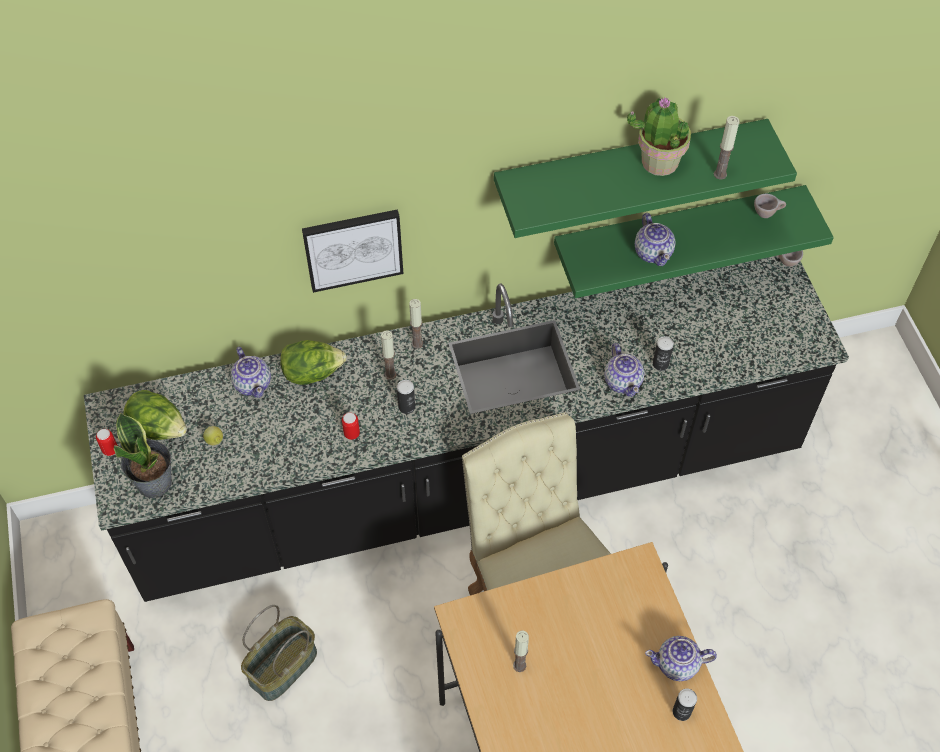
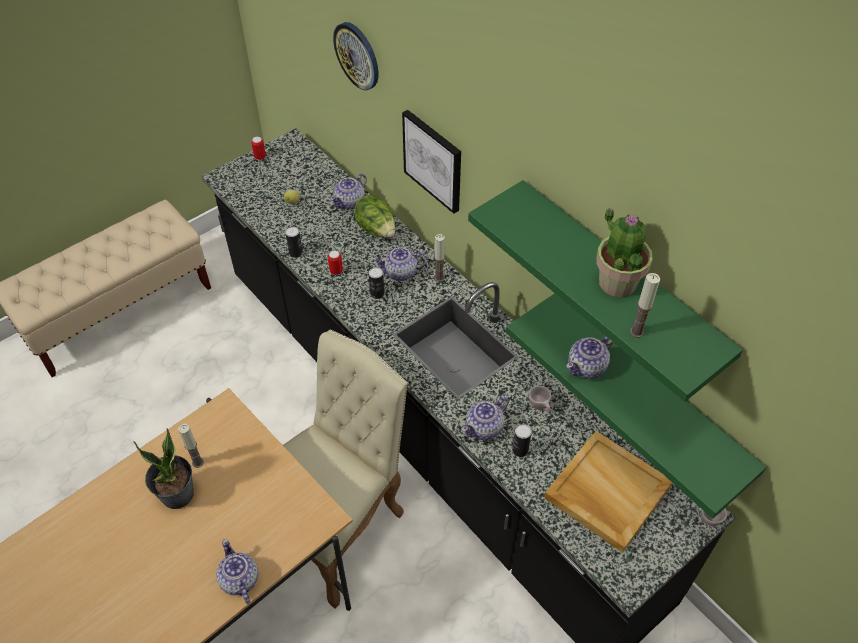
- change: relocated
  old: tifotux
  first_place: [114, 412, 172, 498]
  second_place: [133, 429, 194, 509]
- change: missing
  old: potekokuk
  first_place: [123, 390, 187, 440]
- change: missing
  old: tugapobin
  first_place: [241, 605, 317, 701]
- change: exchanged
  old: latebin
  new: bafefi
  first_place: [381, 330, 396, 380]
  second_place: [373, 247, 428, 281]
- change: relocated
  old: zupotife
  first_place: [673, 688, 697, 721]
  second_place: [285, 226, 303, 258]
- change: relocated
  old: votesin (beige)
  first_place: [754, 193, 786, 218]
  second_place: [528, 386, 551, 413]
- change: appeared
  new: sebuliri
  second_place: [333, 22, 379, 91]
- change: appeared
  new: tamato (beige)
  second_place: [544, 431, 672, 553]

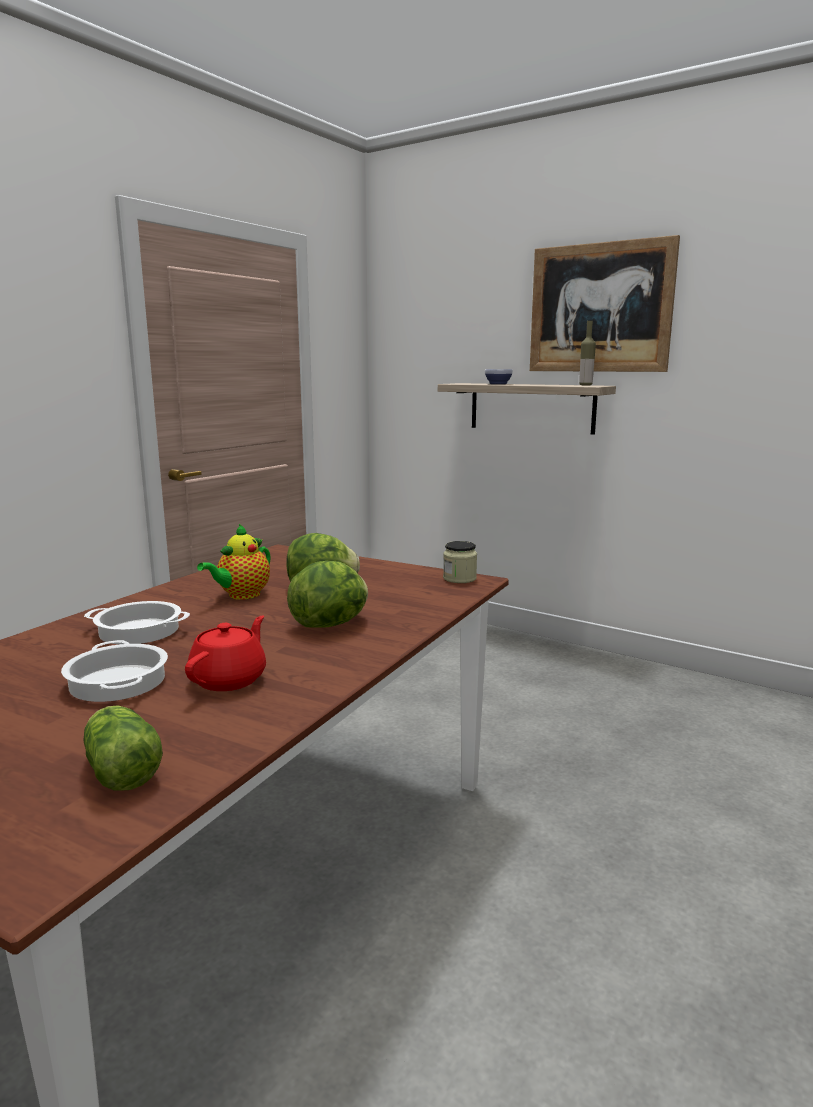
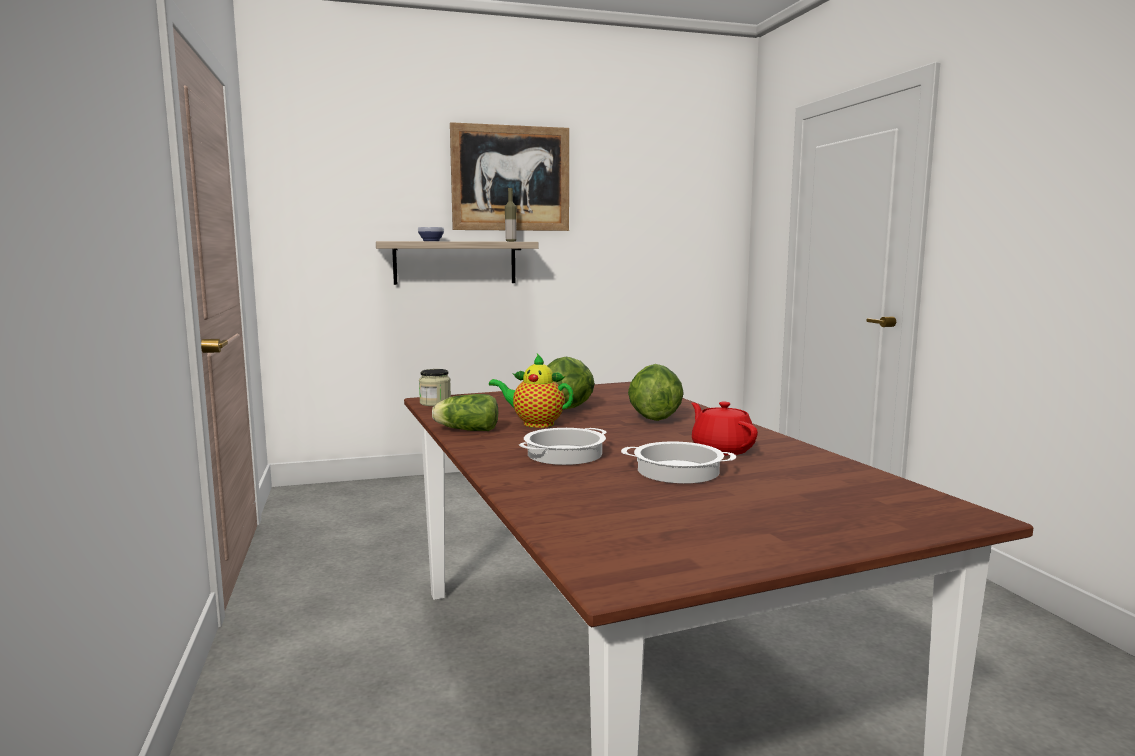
- change: relocated
  old: potekokuk
  first_place: [83, 705, 163, 790]
  second_place: [432, 394, 498, 431]
- change: spun
  old: bafefi
  first_place: [197, 524, 270, 600]
  second_place: [489, 354, 574, 428]
  degrees: 120
- change: relocated
  old: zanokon
  first_place: [443, 541, 477, 583]
  second_place: [419, 369, 451, 406]

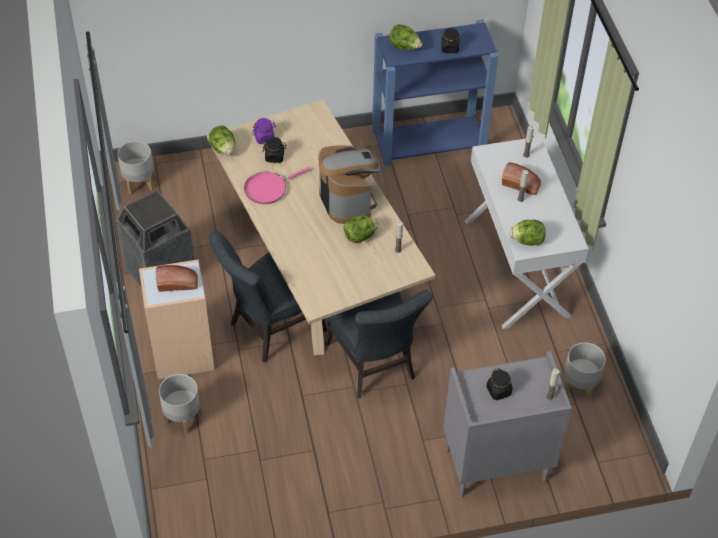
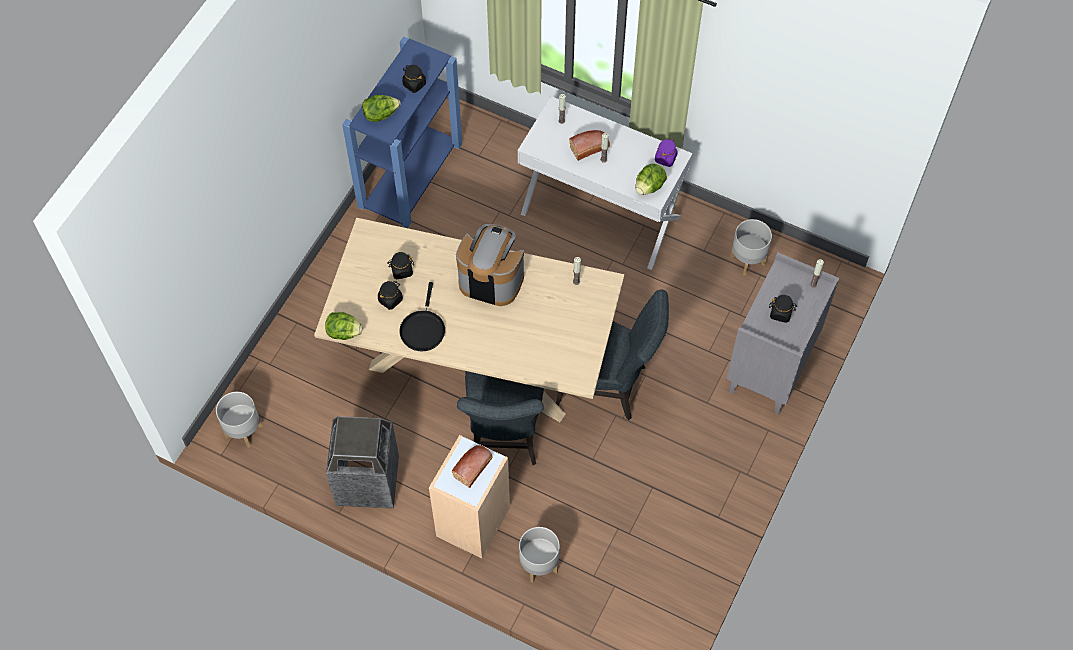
- change: colour
  old: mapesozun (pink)
  new: mapesozun (black)
  first_place: [244, 167, 311, 204]
  second_place: [399, 282, 445, 351]
- change: relocated
  old: zanokon (purple)
  first_place: [252, 118, 276, 144]
  second_place: [655, 139, 678, 167]
- change: missing
  old: potekokuk
  first_place: [344, 215, 378, 243]
- change: appeared
  new: zanokon (black)
  second_place: [388, 252, 414, 279]

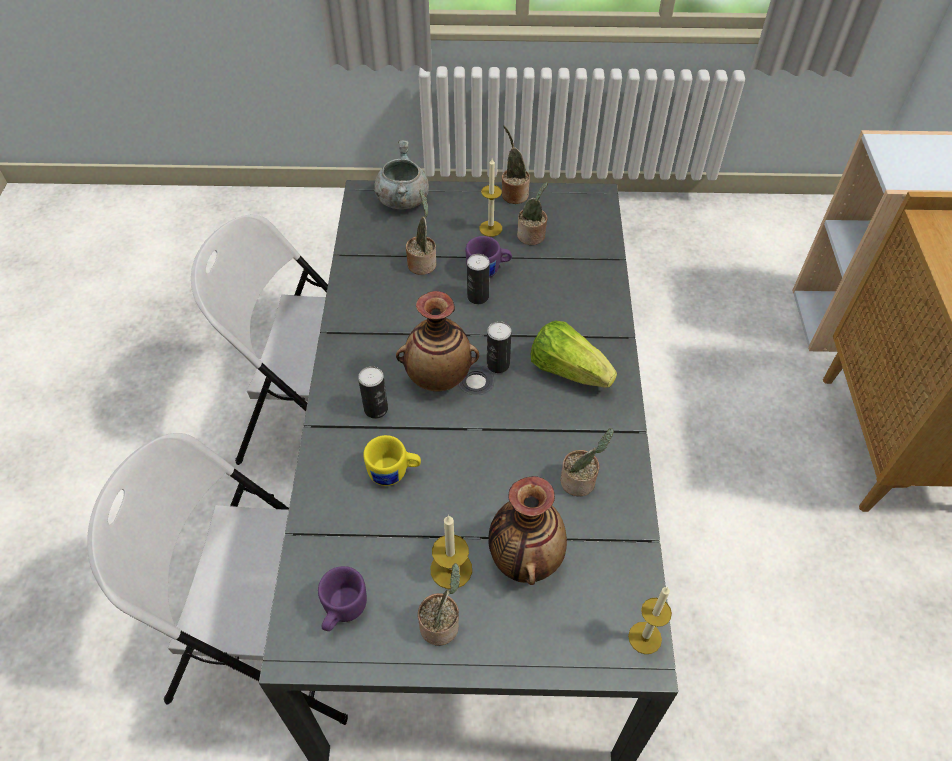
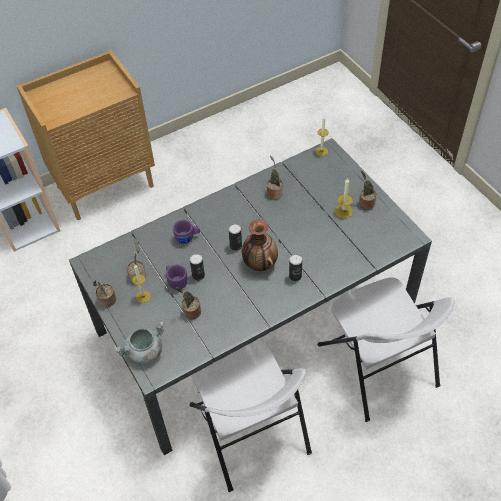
- change: relocated
  old: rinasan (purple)
  first_place: [318, 566, 367, 631]
  second_place: [173, 220, 200, 244]
- change: missing
  old: rinasan (yellow)
  first_place: [363, 435, 421, 486]
- change: missing
  old: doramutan
  first_place: [488, 476, 567, 585]
- change: missing
  old: potekokuk
  first_place: [531, 321, 617, 388]

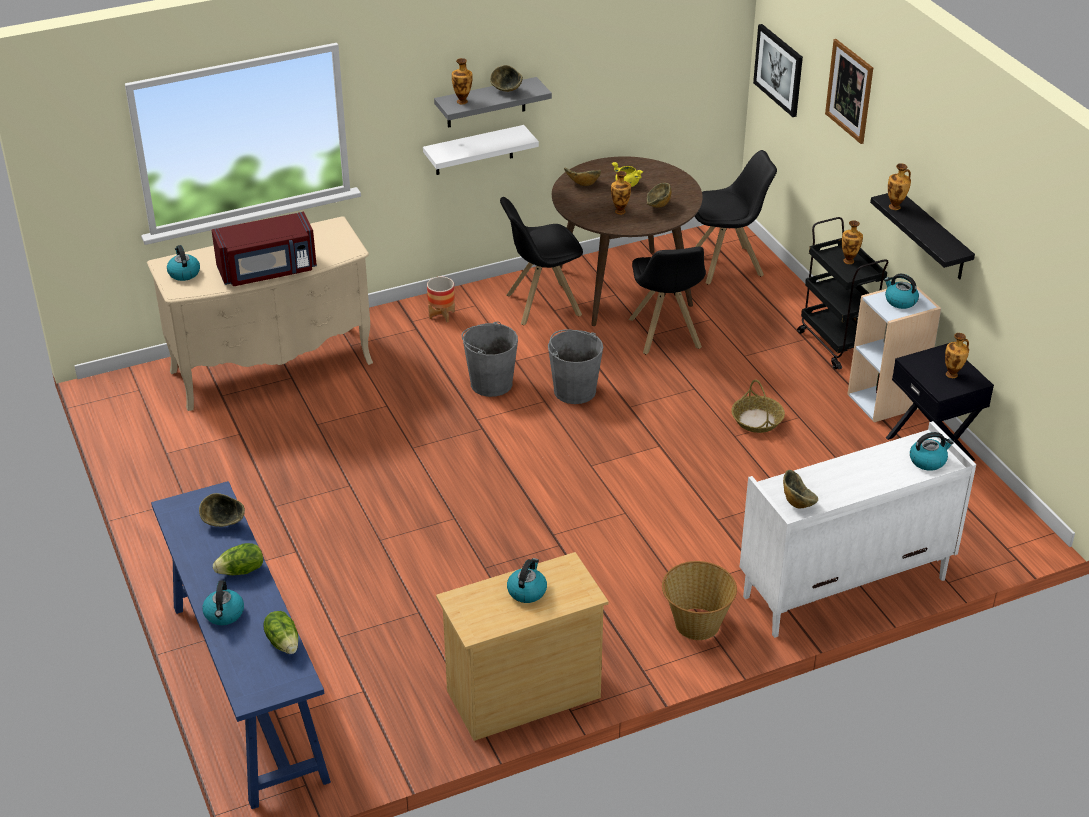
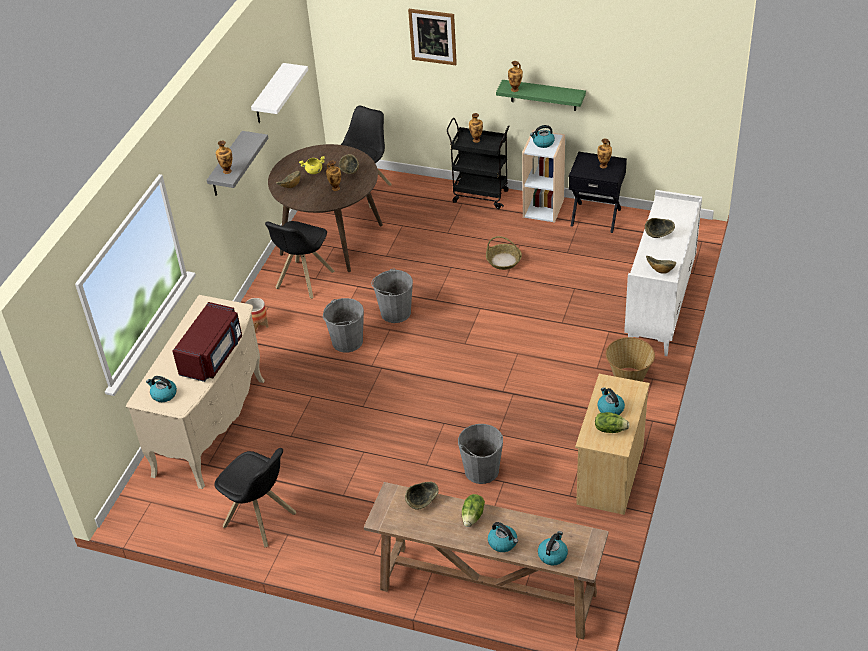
- change: colour
  old: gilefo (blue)
  new: gilefo (brown)
  first_place: [151, 481, 331, 809]
  second_place: [364, 482, 608, 640]
- change: relocated
  old: potekokuk
  first_place: [263, 611, 298, 654]
  second_place: [595, 412, 630, 433]
- change: relocated
  old: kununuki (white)
  first_place: [423, 125, 539, 175]
  second_place: [251, 63, 308, 123]
- change: relocated
  old: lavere
  first_place: [490, 65, 523, 92]
  second_place: [645, 218, 675, 238]
- change: relocated
  old: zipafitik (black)
  first_place: [629, 247, 706, 355]
  second_place: [214, 448, 296, 547]
- change: missing
  old: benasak
  first_place: [753, 24, 803, 117]
- change: colour
  old: kununuki (black)
  new: kununuki (green)
  first_place: [870, 193, 975, 280]
  second_place: [496, 80, 586, 111]
- change: relocated
  old: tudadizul
  first_place: [910, 432, 954, 471]
  second_place: [538, 531, 568, 566]
- change: appeared
  new: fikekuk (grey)
  second_place: [458, 424, 503, 484]

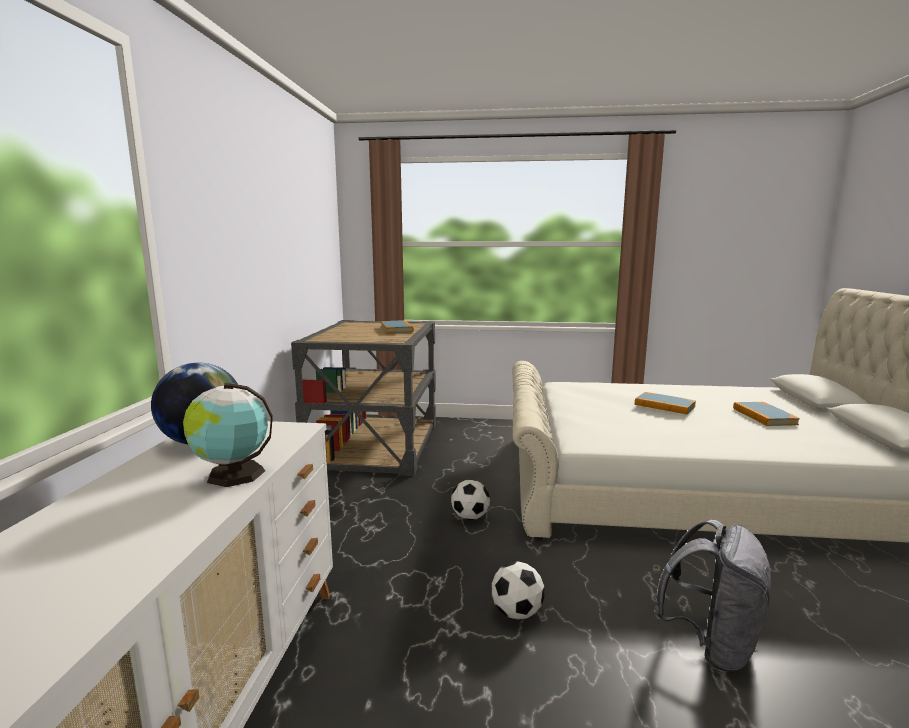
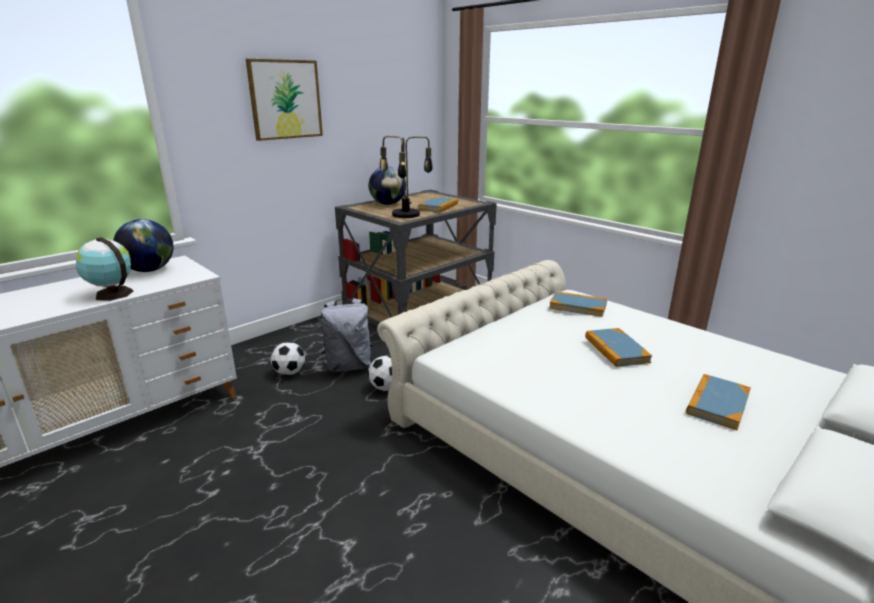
- change: relocated
  old: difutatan
  first_place: [491, 561, 545, 620]
  second_place: [271, 342, 305, 376]
- change: relocated
  old: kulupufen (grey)
  first_place: [654, 520, 773, 672]
  second_place: [321, 298, 373, 372]
- change: appeared
  new: benasak
  second_place: [246, 59, 323, 141]
- change: appeared
  new: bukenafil
  second_place: [369, 166, 406, 205]
- change: appeared
  new: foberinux
  second_place: [380, 136, 432, 218]
- change: appeared
  new: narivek
  second_place: [549, 291, 607, 317]

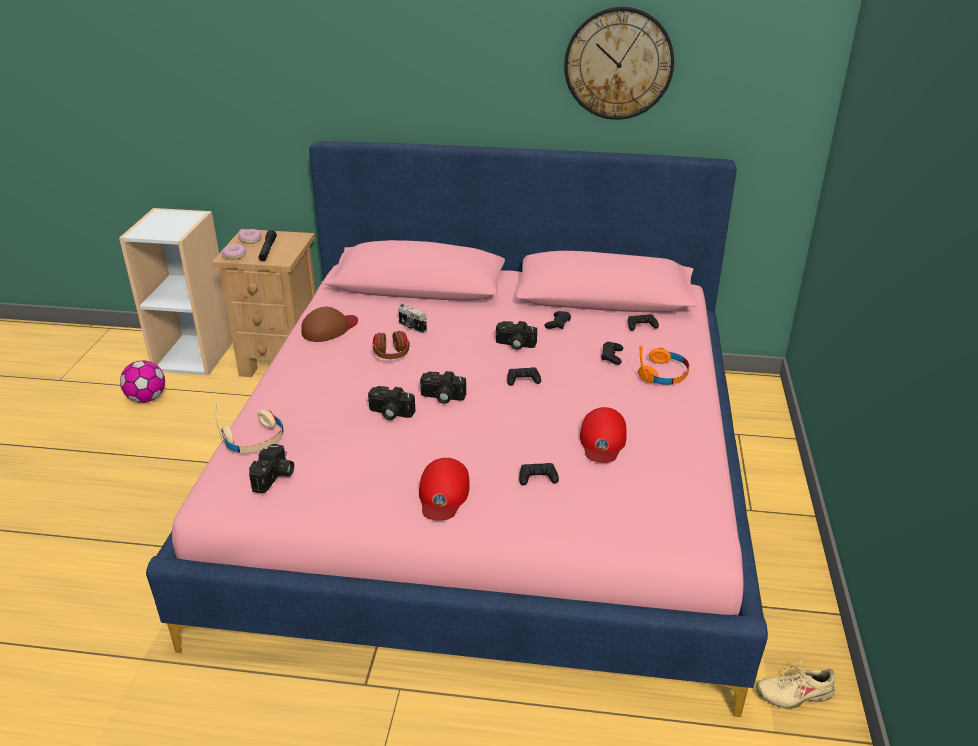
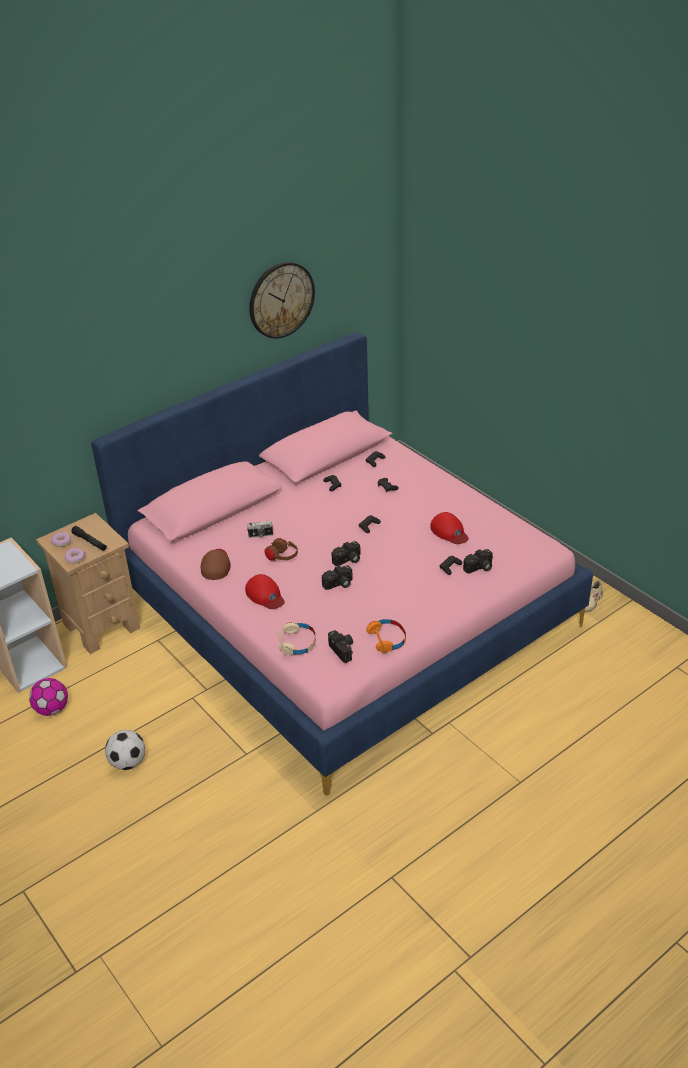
- change: relocated
  old: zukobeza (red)
  first_place: [419, 458, 470, 521]
  second_place: [245, 574, 285, 609]
- change: relocated
  old: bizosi
  first_place: [496, 321, 537, 350]
  second_place: [463, 549, 493, 574]
- change: relocated
  old: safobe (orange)
  first_place: [638, 346, 689, 385]
  second_place: [366, 619, 406, 653]
- change: appeared
  new: difutatan
  second_place: [105, 730, 145, 770]

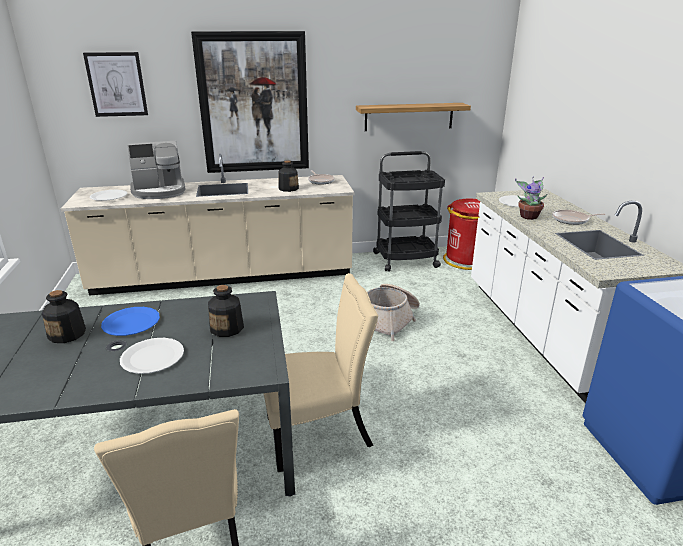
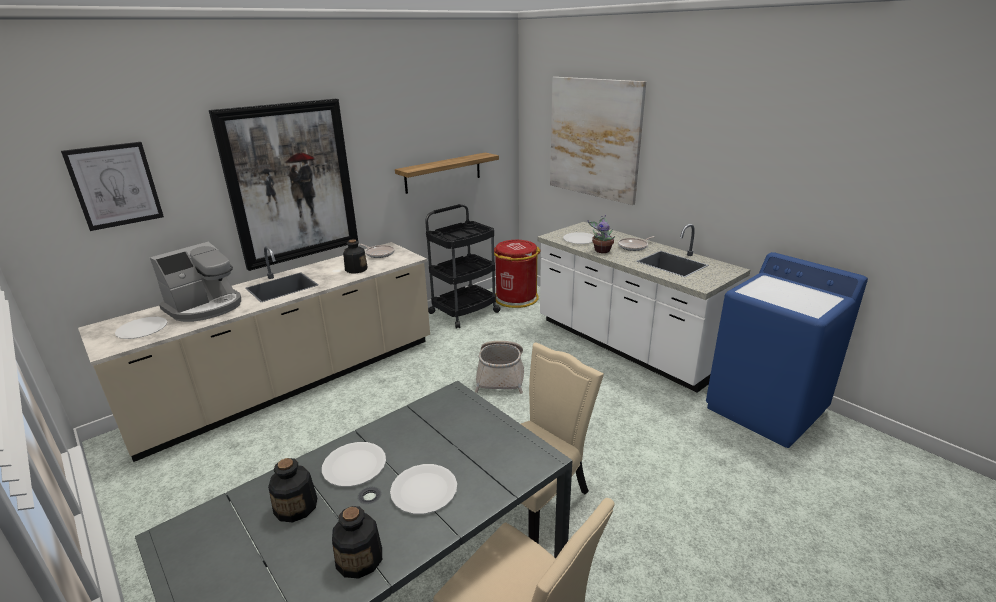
- change: colour
  old: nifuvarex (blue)
  new: nifuvarex (white)
  first_place: [101, 307, 160, 336]
  second_place: [322, 442, 386, 487]
- change: relocated
  old: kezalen
  first_place: [208, 285, 244, 337]
  second_place: [332, 506, 382, 579]
- change: appeared
  new: benasak
  second_place: [550, 77, 646, 205]

